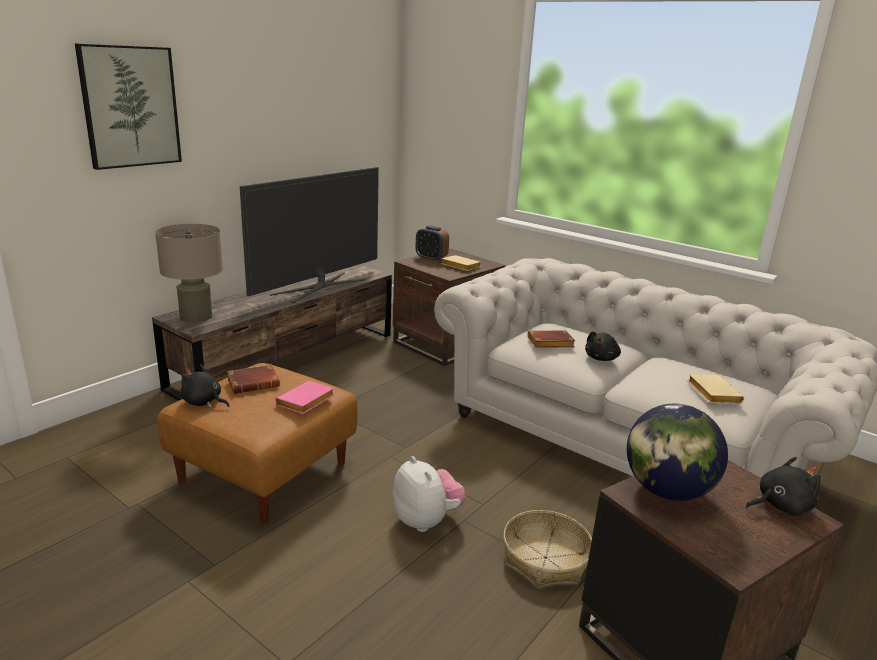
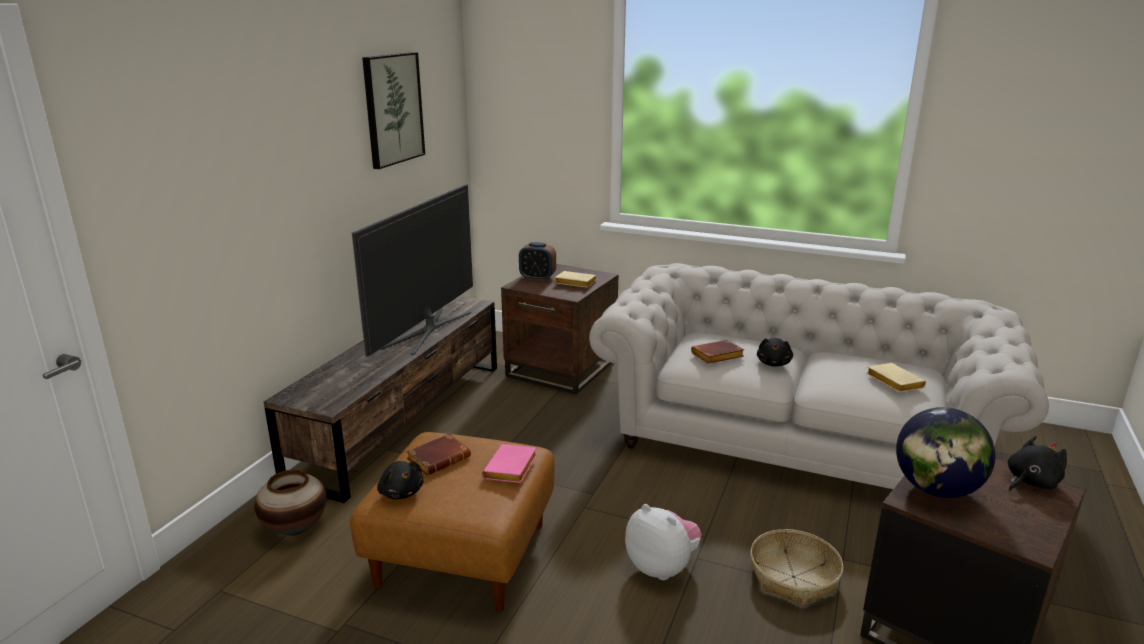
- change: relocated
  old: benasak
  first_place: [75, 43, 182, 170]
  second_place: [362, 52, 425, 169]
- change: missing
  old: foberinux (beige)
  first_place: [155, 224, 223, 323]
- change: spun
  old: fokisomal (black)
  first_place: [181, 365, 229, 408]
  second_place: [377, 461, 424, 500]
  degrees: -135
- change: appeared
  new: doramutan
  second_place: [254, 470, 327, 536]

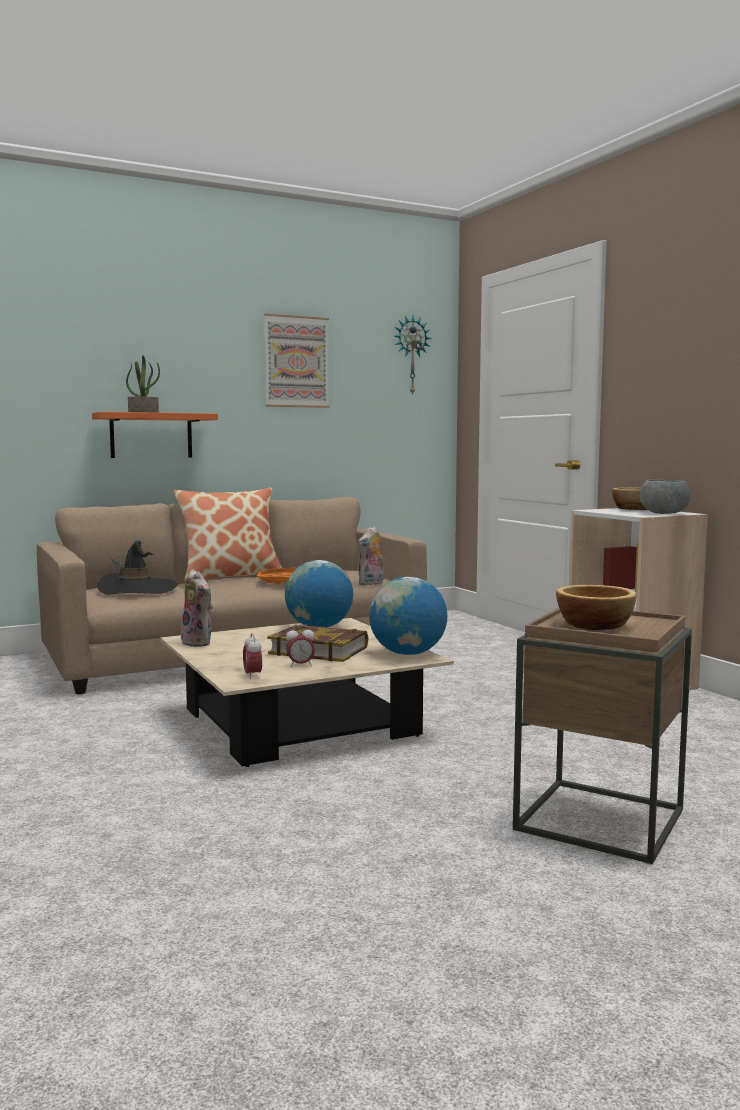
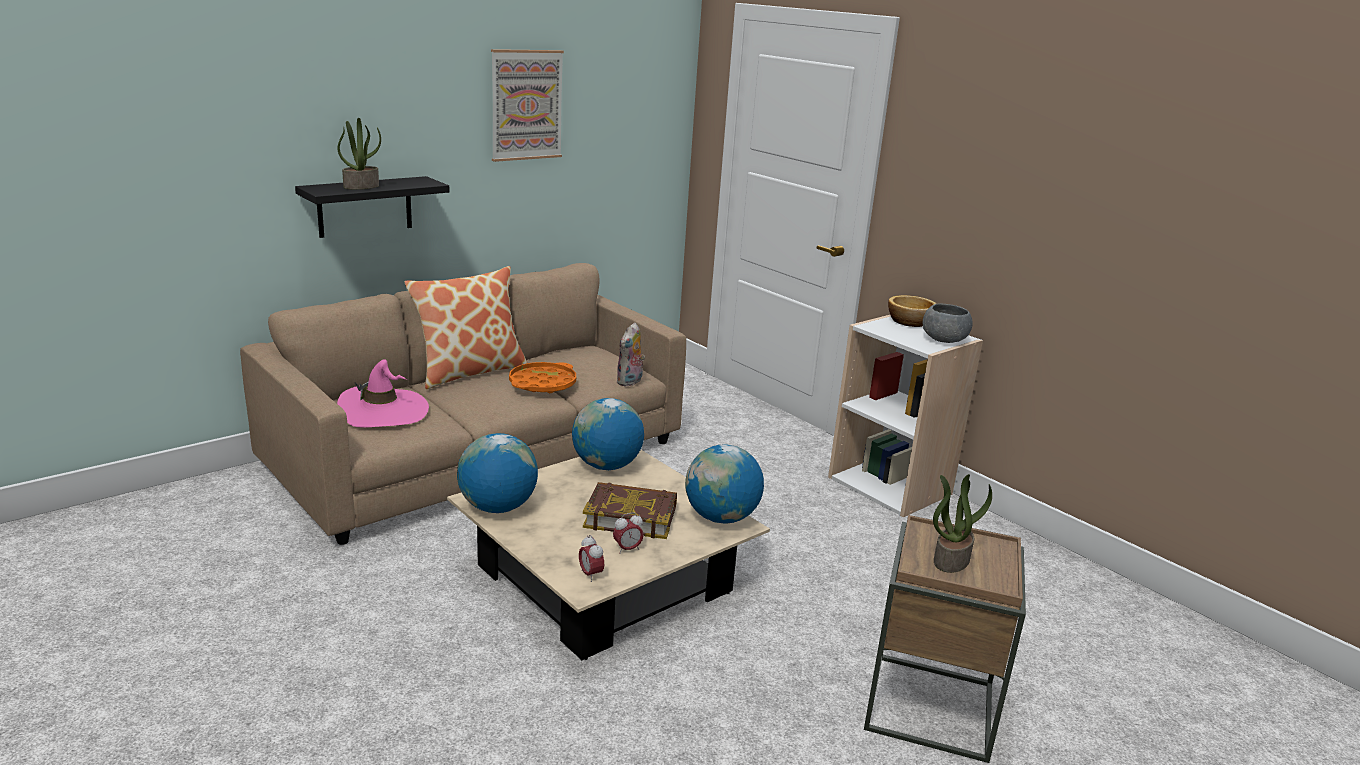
- change: colour
  old: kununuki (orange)
  new: kununuki (black)
  first_place: [92, 412, 218, 458]
  second_place: [295, 176, 450, 238]
- change: colour
  old: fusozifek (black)
  new: fusozifek (pink)
  first_place: [97, 540, 177, 595]
  second_place: [337, 359, 429, 428]
- change: exchanged
  old: fokisomal
  new: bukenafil
  first_place: [179, 569, 213, 647]
  second_place: [457, 433, 538, 513]
- change: missing
  old: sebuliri
  first_place: [395, 315, 432, 395]
- change: exchanged
  old: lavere
  new: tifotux
  first_place: [556, 585, 637, 630]
  second_place: [933, 474, 992, 573]

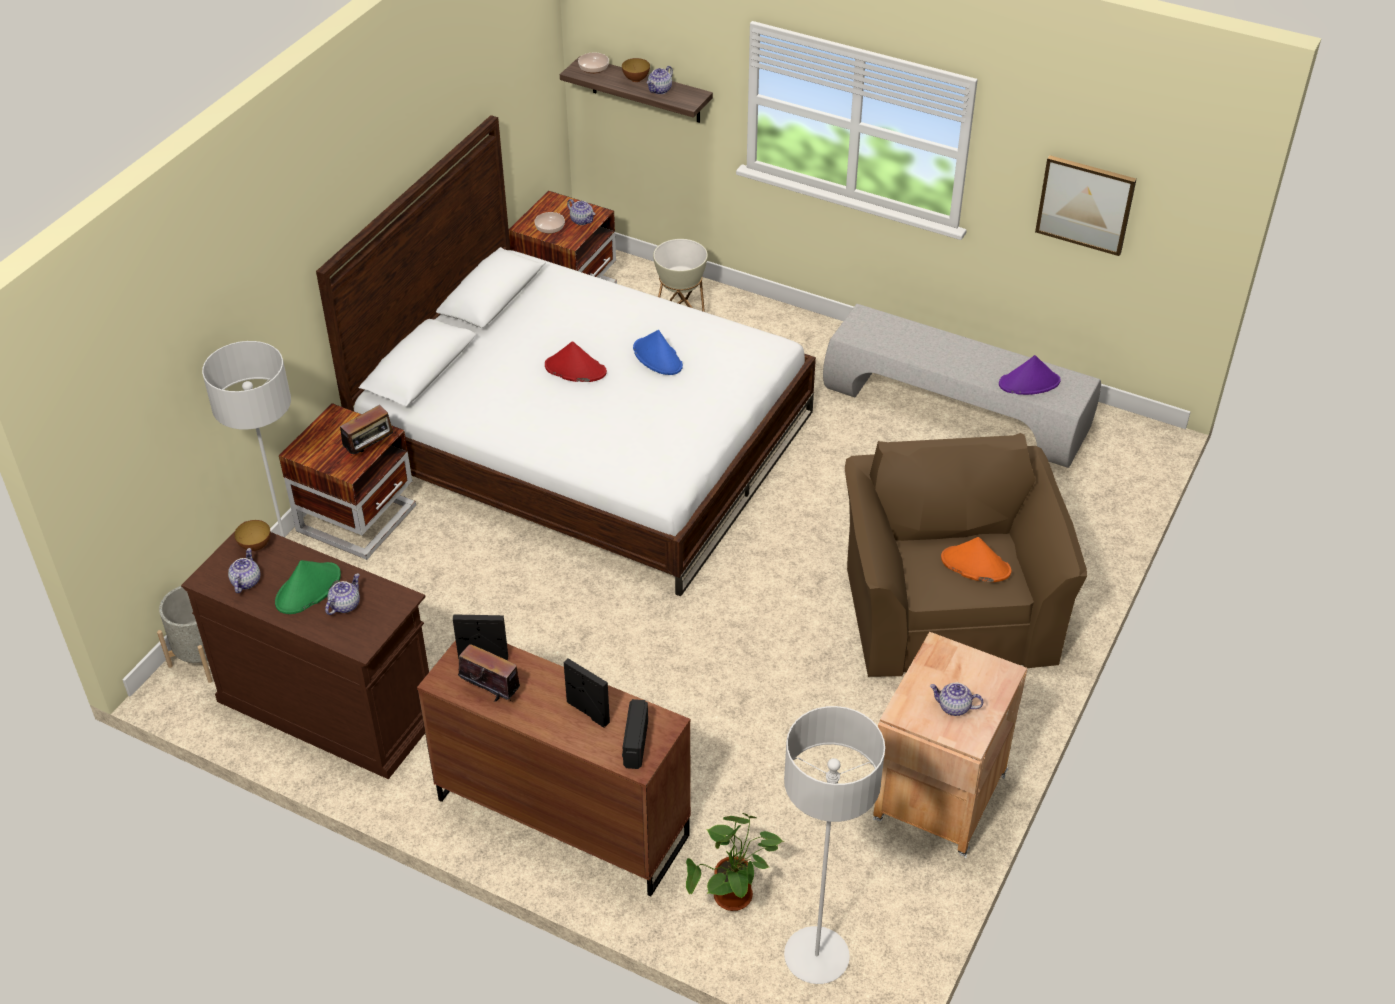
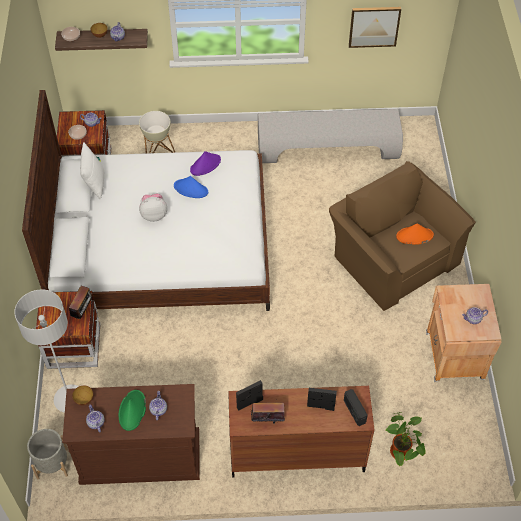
- change: exchanged
  old: fusozifek (red)
  new: fokisomal
  first_place: [545, 341, 607, 382]
  second_place: [139, 193, 167, 222]
- change: missing
  old: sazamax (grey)
  first_place: [784, 706, 885, 984]
- change: relocated
  old: fusozifek (purple)
  first_place: [999, 355, 1061, 395]
  second_place: [190, 151, 221, 176]
- change: appeared
  new: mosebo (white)
  second_place: [80, 142, 104, 200]

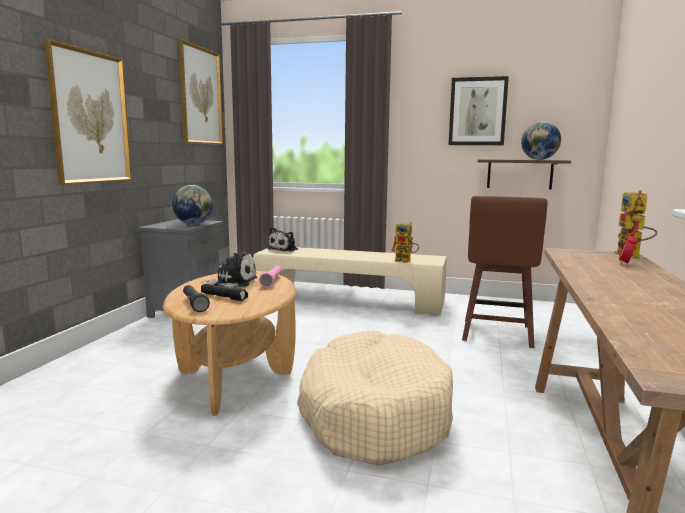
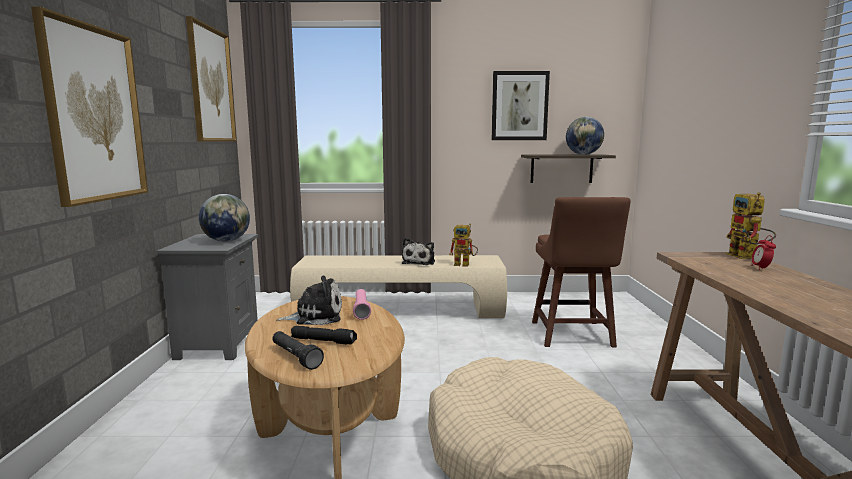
- change: relocated
  old: fokisomal
  first_place: [267, 227, 298, 252]
  second_place: [402, 238, 435, 265]

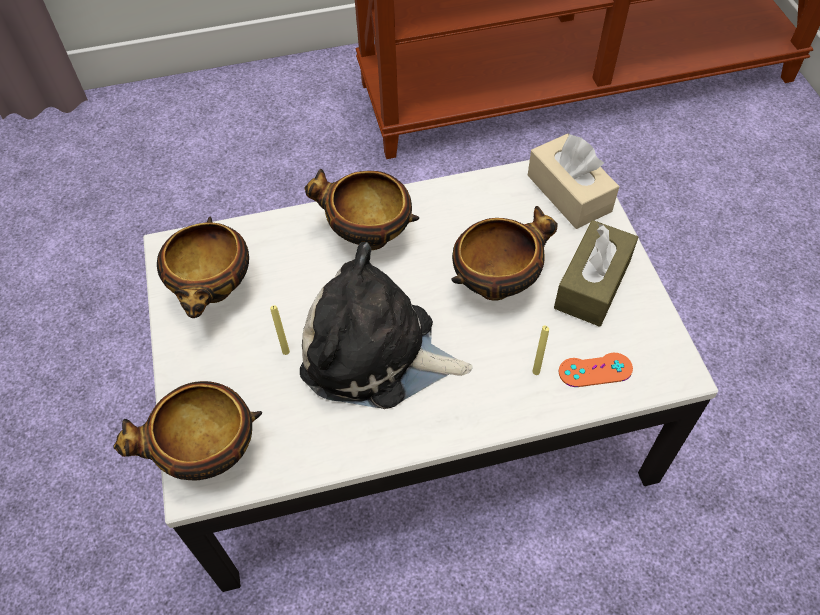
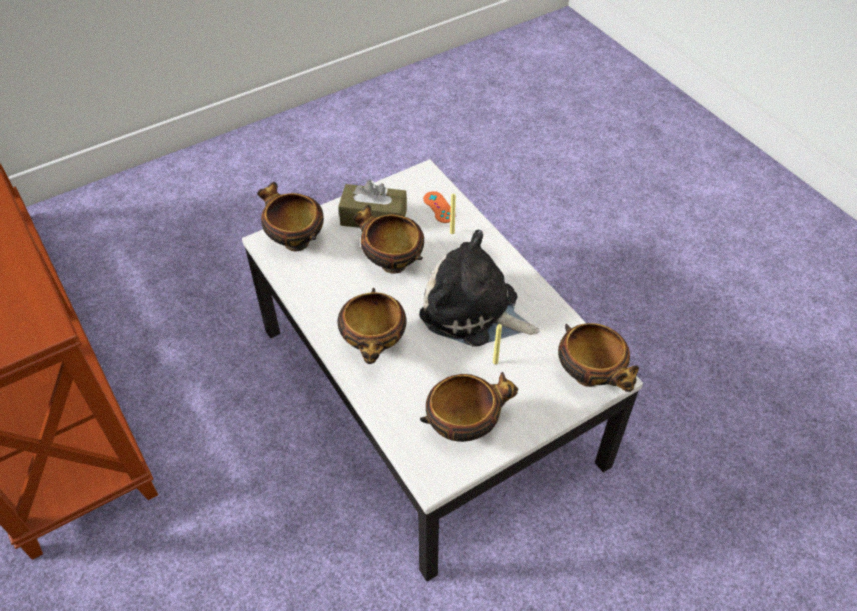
- change: spun
  old: fokisomal
  first_place: [300, 242, 472, 409]
  second_place: [419, 230, 540, 347]
  degrees: 120
- change: exchanged
  old: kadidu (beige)
  new: lavere
  first_place: [528, 134, 619, 229]
  second_place: [257, 182, 324, 251]

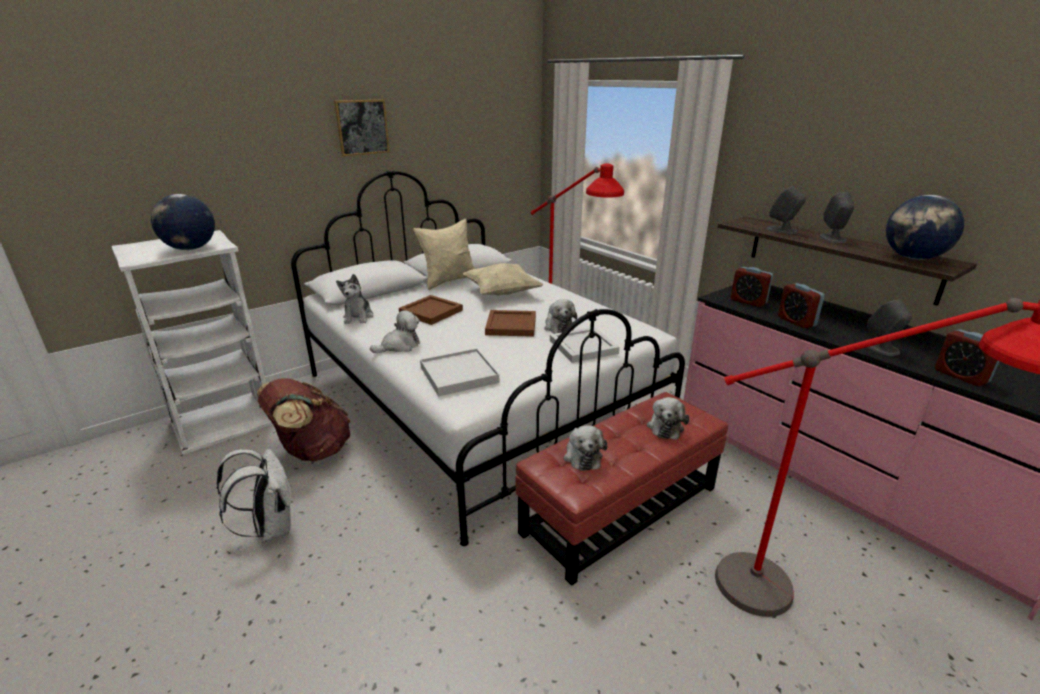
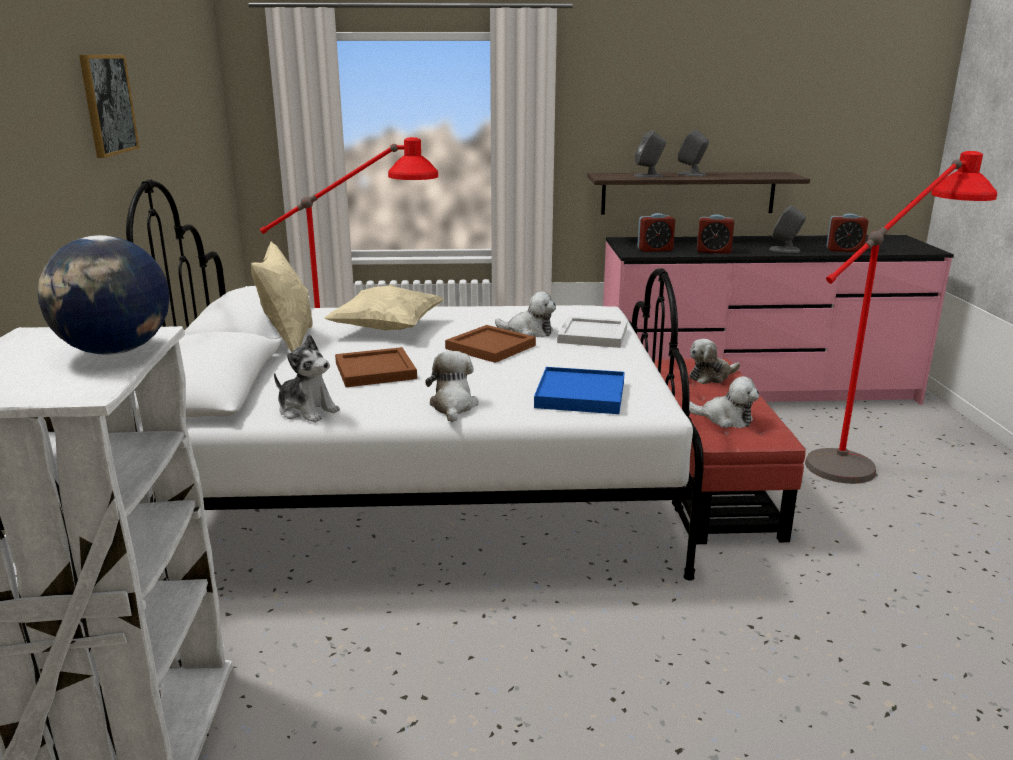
- change: missing
  old: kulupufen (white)
  first_place: [216, 449, 291, 543]
- change: missing
  old: kulupufen (brown)
  first_place: [257, 378, 351, 462]
- change: colour
  old: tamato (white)
  new: tamato (blue)
  first_place: [420, 349, 499, 396]
  second_place: [534, 367, 625, 414]
- change: spun
  old: fokisomal
  first_place: [647, 397, 689, 440]
  second_place: [689, 339, 740, 384]
  degrees: 105
- change: missing
  old: bukenafil
  first_place: [886, 195, 964, 260]

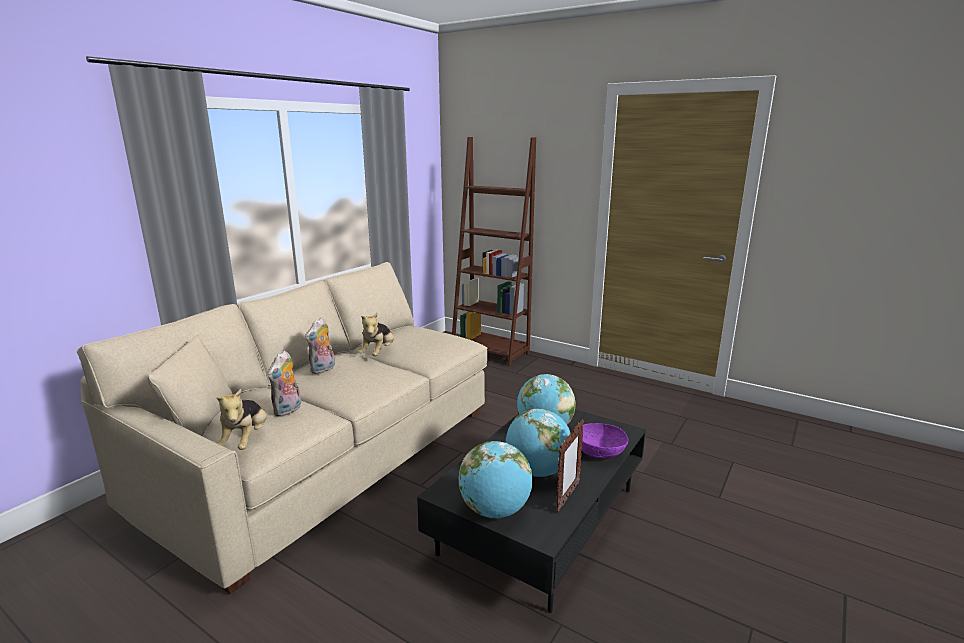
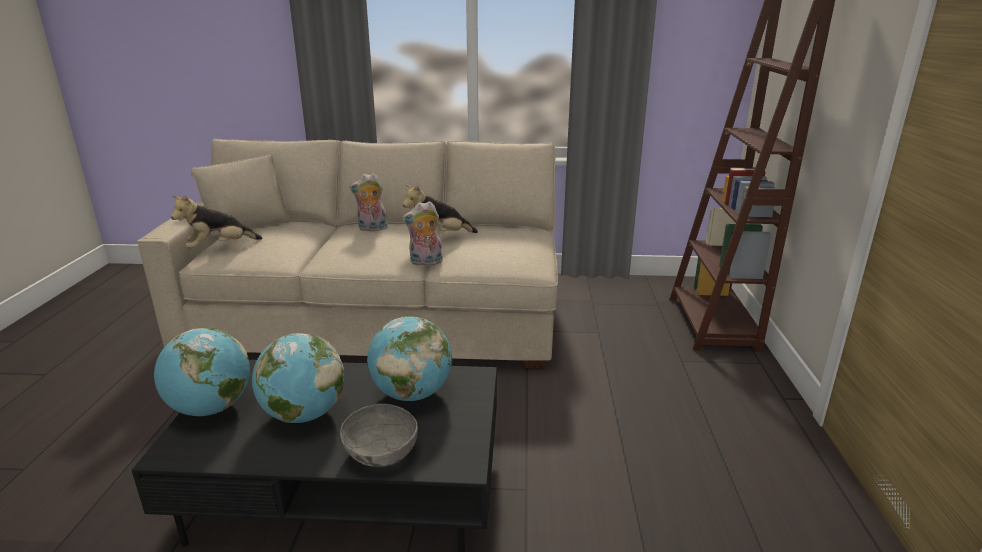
- change: relocated
  old: fokisomal
  first_place: [267, 351, 301, 417]
  second_place: [402, 201, 443, 266]
- change: missing
  old: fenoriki
  first_place: [556, 419, 584, 513]
- change: colour
  old: lavere (purple)
  new: lavere (grey)
  first_place: [581, 423, 628, 458]
  second_place: [340, 404, 418, 467]

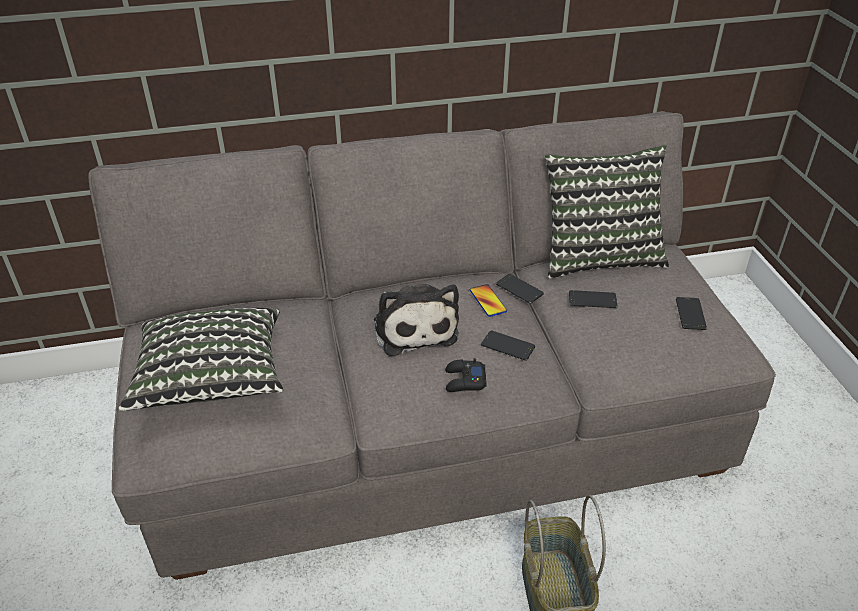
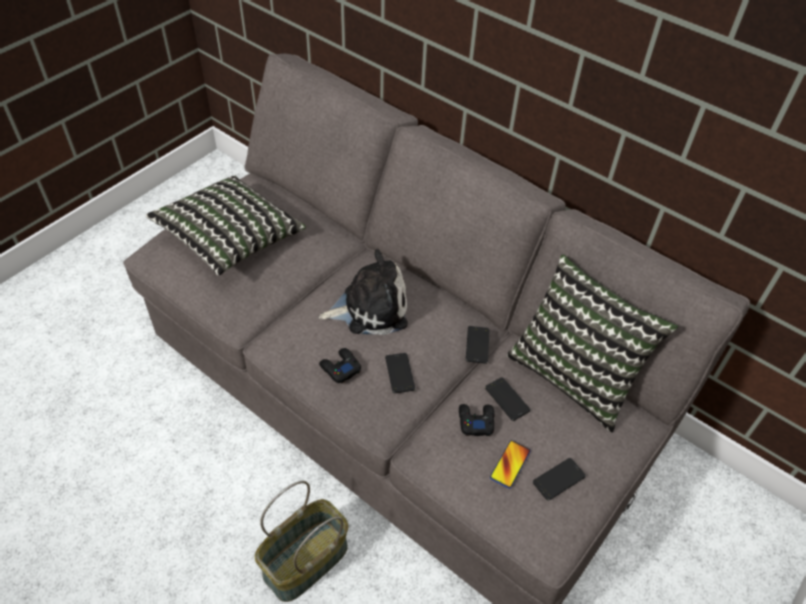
- change: spun
  old: fokisomal
  first_place: [374, 284, 459, 356]
  second_place: [319, 249, 408, 335]
  degrees: -135
- change: relocated
  old: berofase
  first_place: [470, 284, 507, 317]
  second_place: [490, 440, 531, 488]
- change: appeared
  new: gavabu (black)
  second_place: [459, 404, 495, 436]

